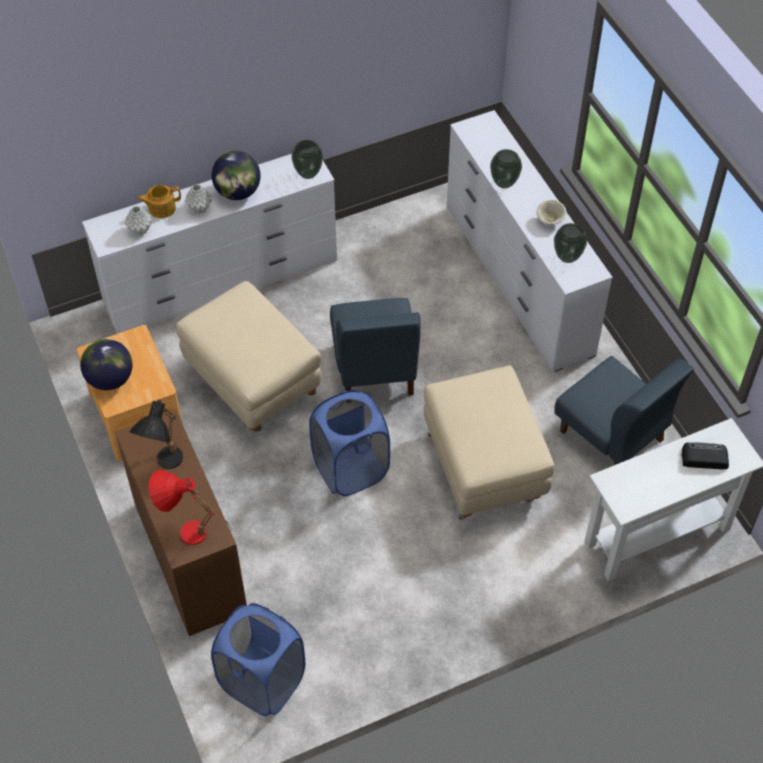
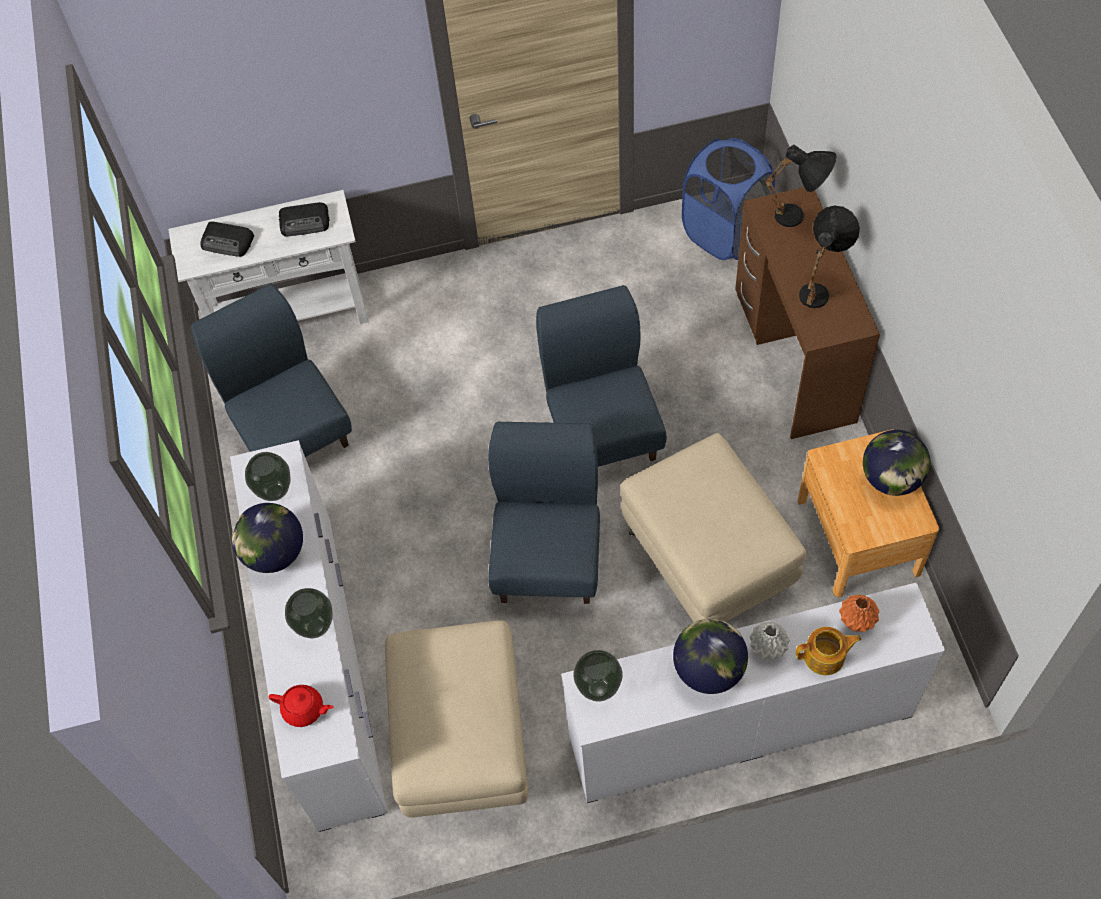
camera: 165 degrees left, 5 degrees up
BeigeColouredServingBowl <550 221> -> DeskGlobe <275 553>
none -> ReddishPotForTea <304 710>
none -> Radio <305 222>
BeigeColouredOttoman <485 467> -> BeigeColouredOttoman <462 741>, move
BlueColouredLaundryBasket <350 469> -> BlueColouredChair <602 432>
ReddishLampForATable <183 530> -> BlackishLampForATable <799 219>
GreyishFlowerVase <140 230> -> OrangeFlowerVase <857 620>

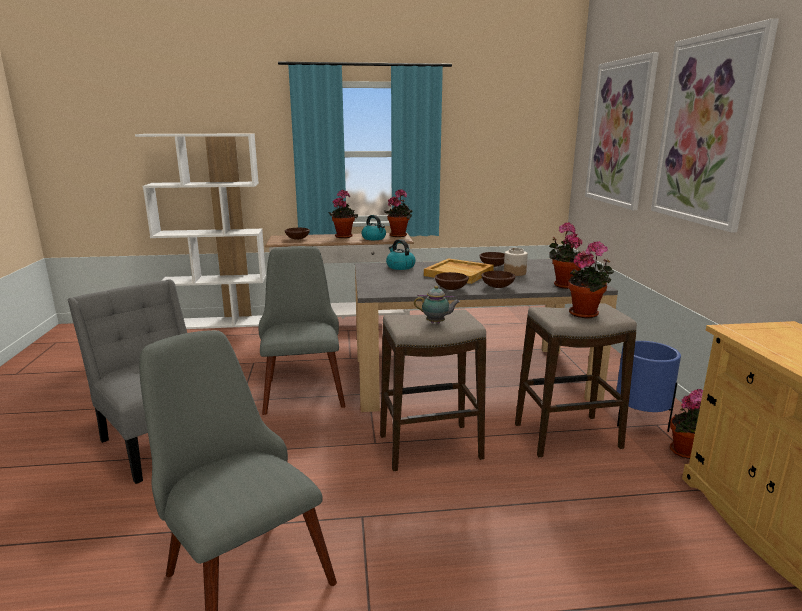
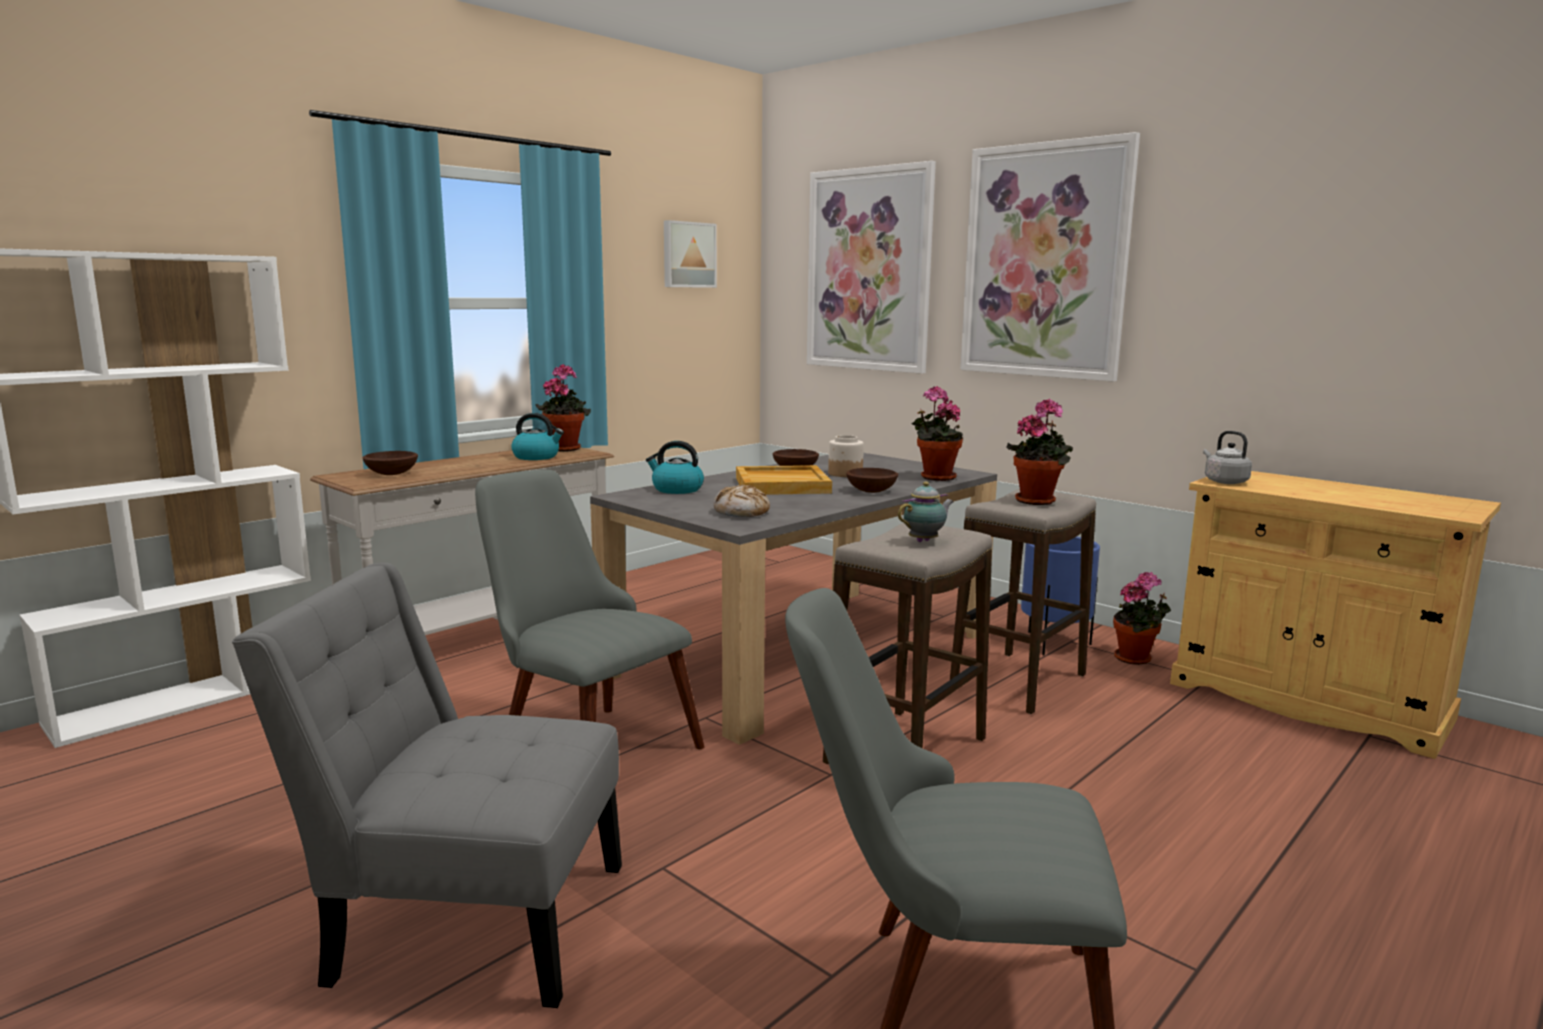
camera: 40 degrees left, 5 degrees down
none -> Picture <688 255>
none -> BakedBread <741 512>
none -> GreyishWaterKettle <1224 481>
Houseplant <344 236> -> none
BrownishServingBowl <450 288> -> none

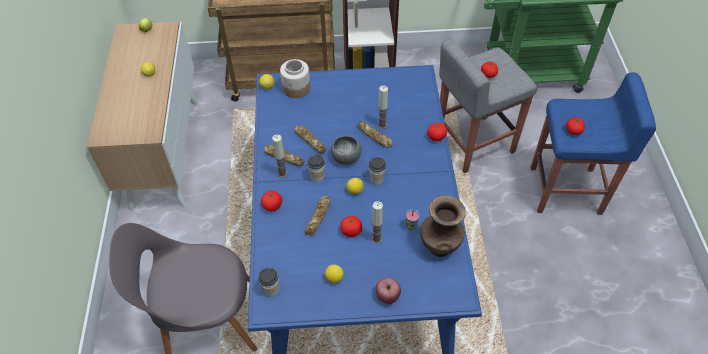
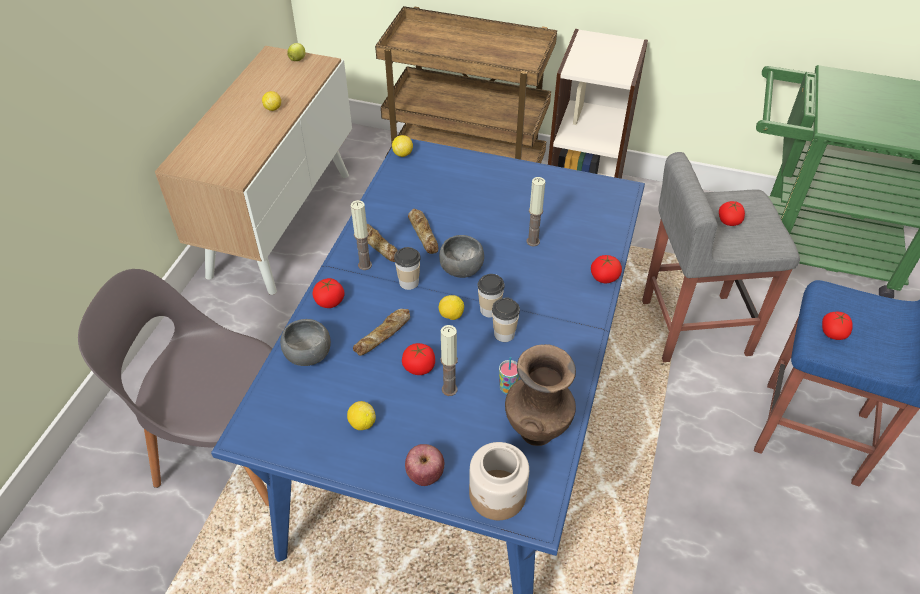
camera: 20 degrees right, 5 degrees down
none -> GreyishServingBowl <307 355>
StorageJar <296 88> -> StorageJar <497 495>, move
SmallCup <271 290> -> SmallCup <504 334>, move
BakedBread <374 136> -> none

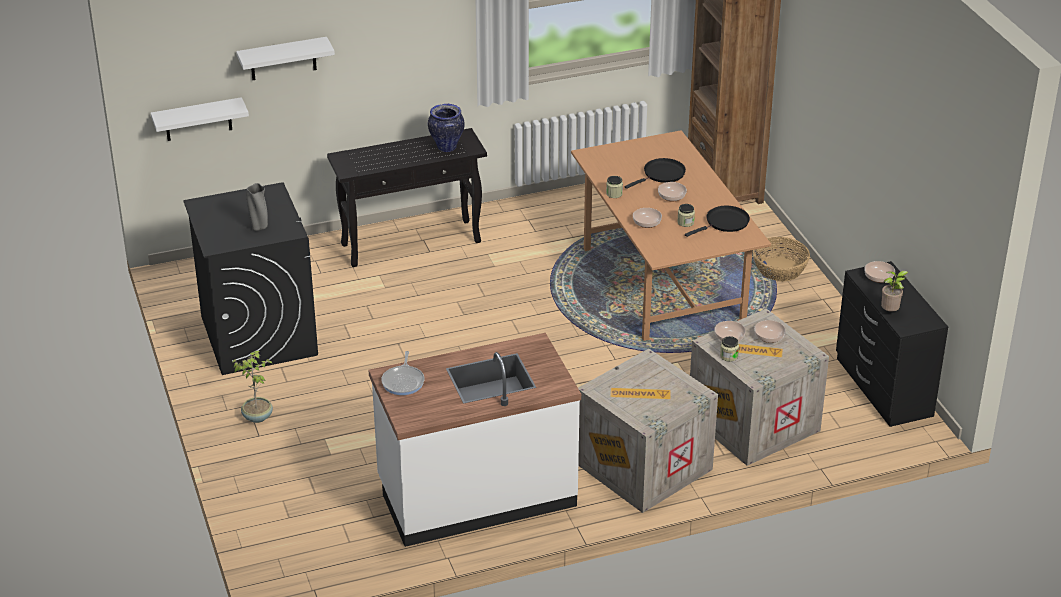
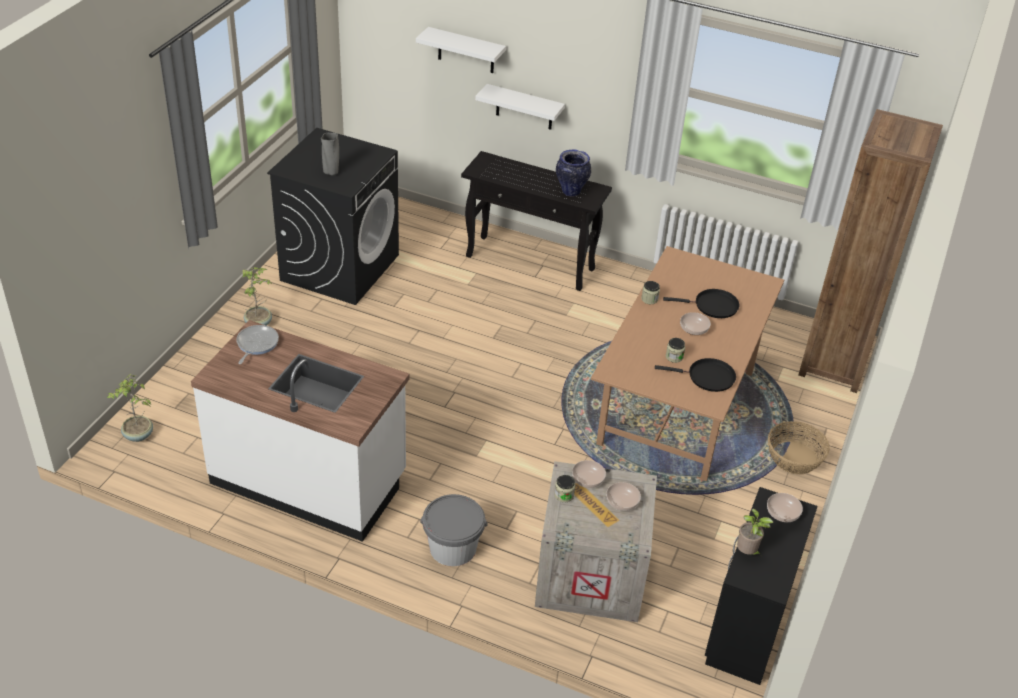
camera: 40 degrees right, 5 degrees up
none -> Houseplant <138 436>
Pan <403 381> -> Pan <256 344>, 150 degrees clockwise
ShippingCrate <643 468> -> GreyishBucket <453 548>
WhiteColouredWallShelf <198 119> -> WhiteColouredWallShelf <524 107>, move
ServingBowl <647 223> -> none

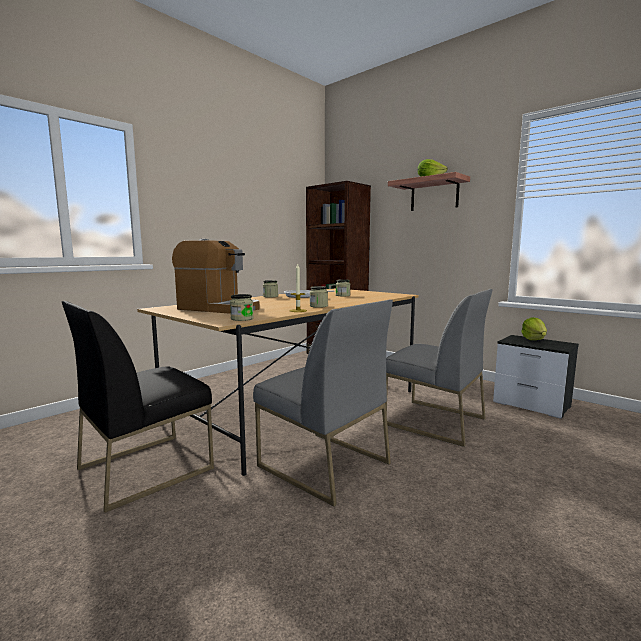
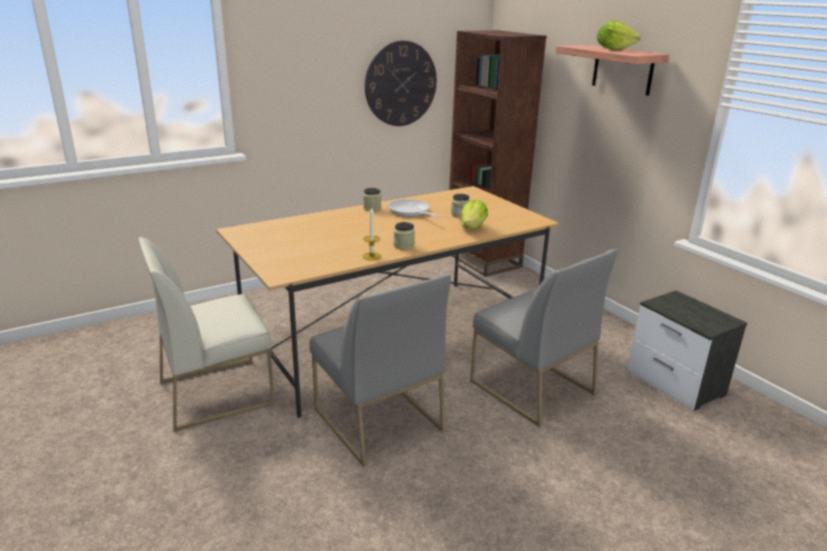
camera: 15 degrees right, 15 degrees up
BlackishChair <146 468> -> WhiteColouredChair <217 392>
none -> ClockOnTheWall <401 84>
Lettuce <534 339> -> Lettuce <472 228>, move
CoffeeMachine <219 308> -> none
StorageJar <242 319> -> none

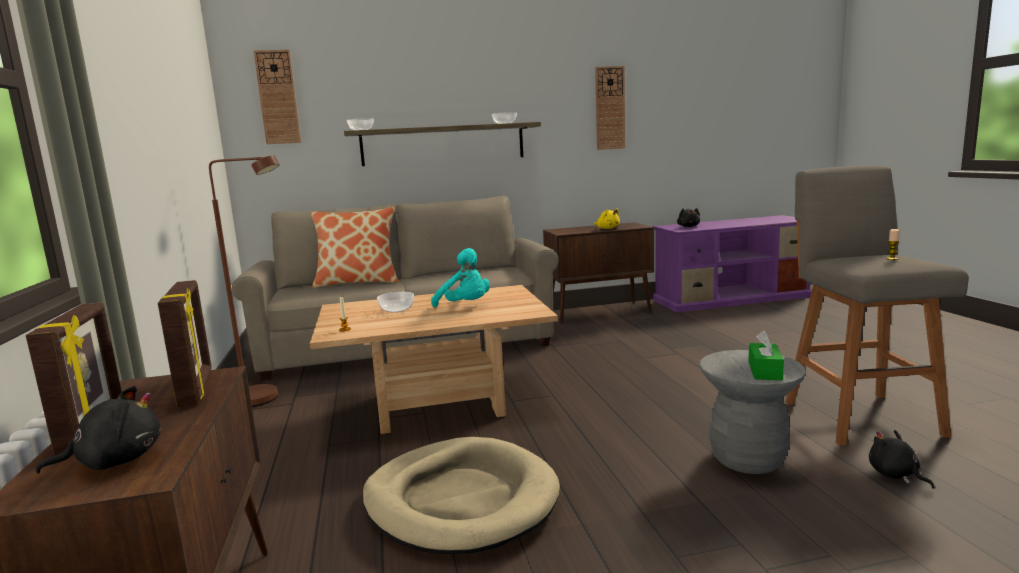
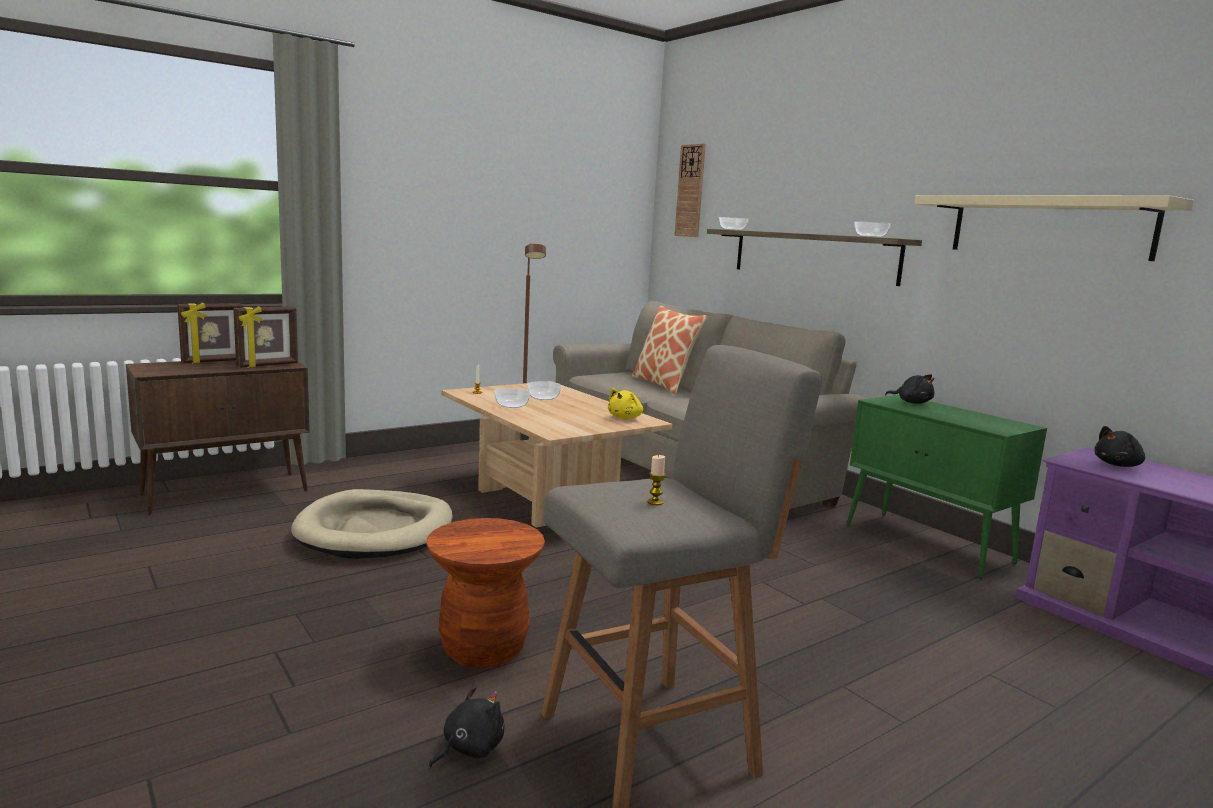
camera: 65 degrees right, 0 degrees up
GreyishStoolSeat <747 459> -> BrownishStoolSeat <483 649>
none -> ServingBowl <512 405>
YellowishCuddlyToy <607 228> -> YellowishCuddlyToy <625 418>, move
BrownishStorageCabinet <600 313> -> GreenishStorageCabinet <929 544>
BlackishCuddlyToy <114 461> -> BlackishCuddlyToy <912 402>, move
ClockOnTheWall <610 108> -> BeigeColouredWallShelf <1049 227>
BlueGreenCuddlyToy <465 306> -> none
GreenishTissueHolder <764 371> -> none

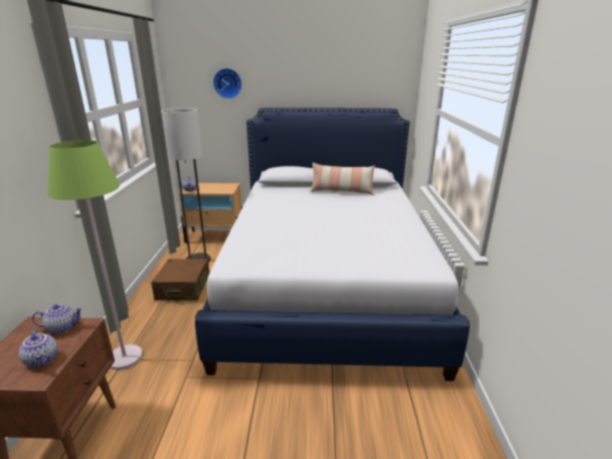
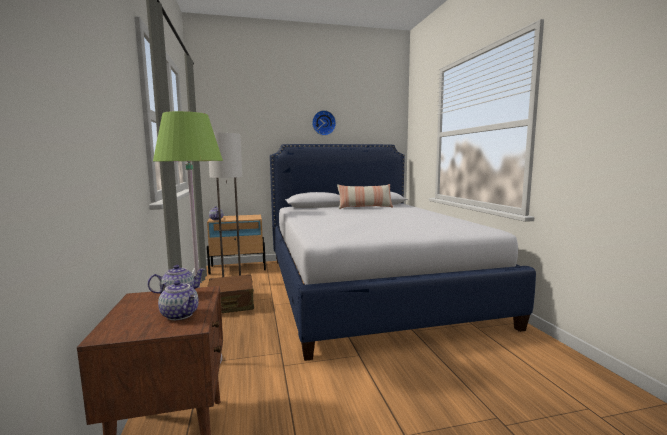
camera: 15 degrees left, 15 degrees down
ClockOnTheWall <228 83> -> ClockOnTheWall <323 123>, move

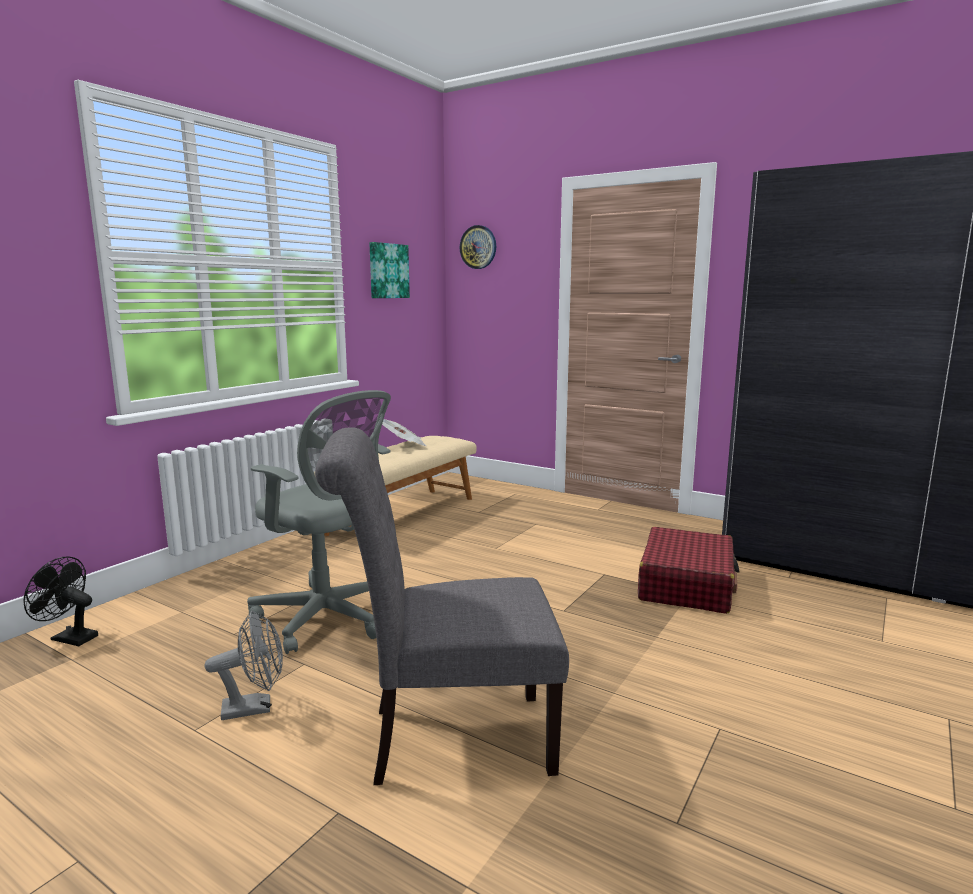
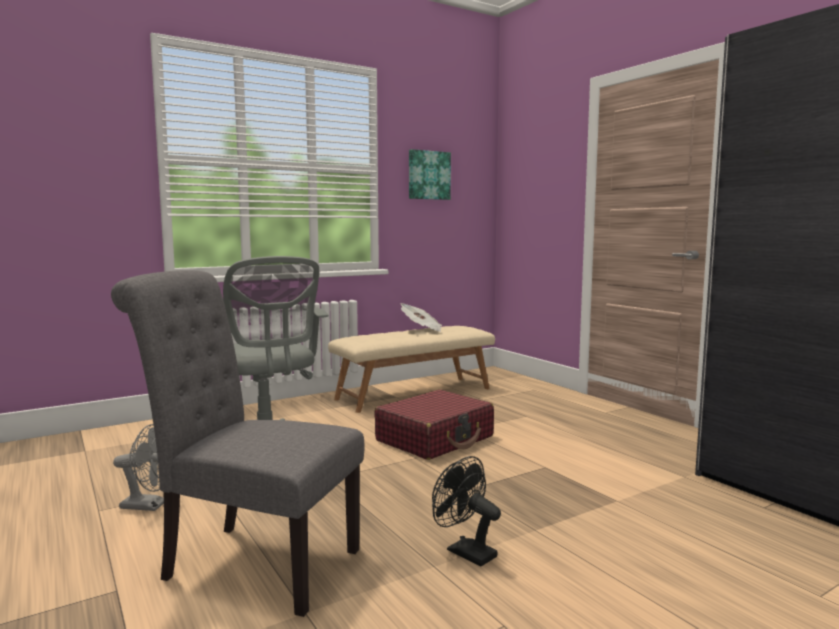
camera: 25 degrees right, 5 degrees down
ReddishSuitcase <686 585> -> ReddishSuitcase <435 439>, move
BlackishFan <69 638> -> BlackishFan <465 551>, move
ClockOnTheWall <478 247> -> none

